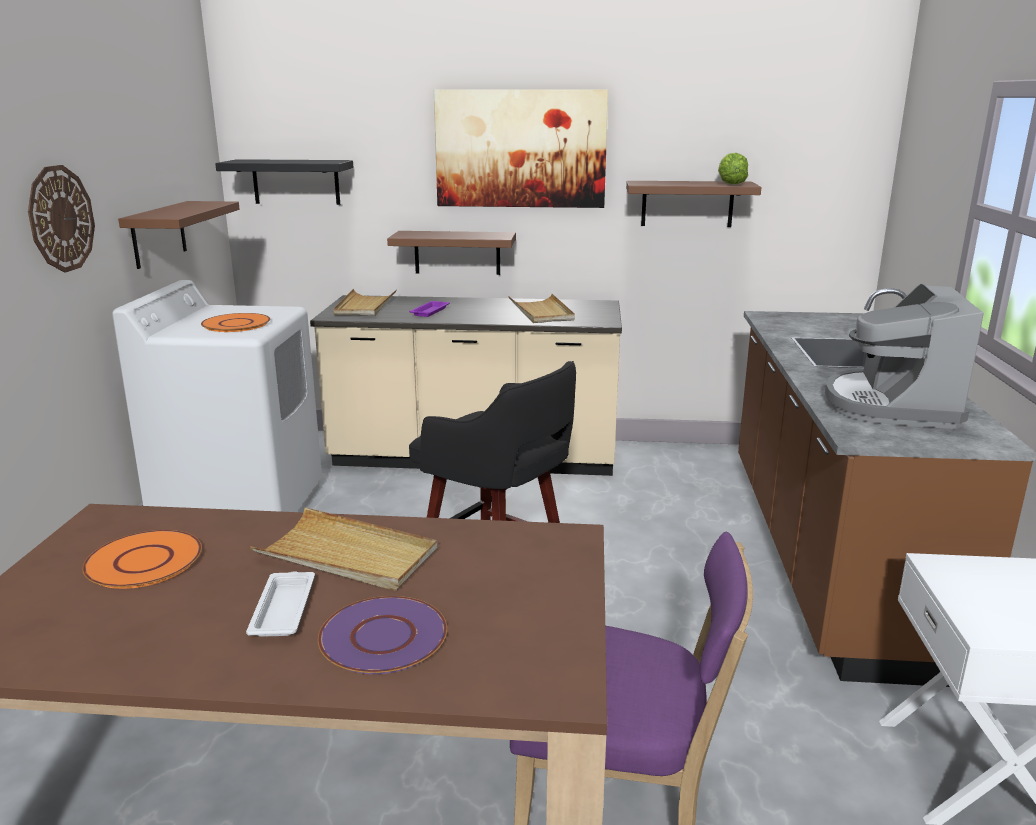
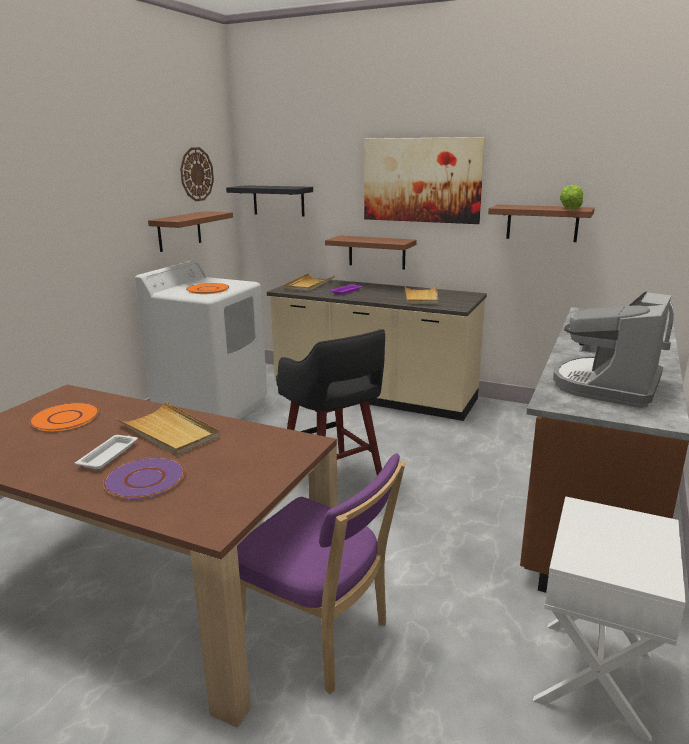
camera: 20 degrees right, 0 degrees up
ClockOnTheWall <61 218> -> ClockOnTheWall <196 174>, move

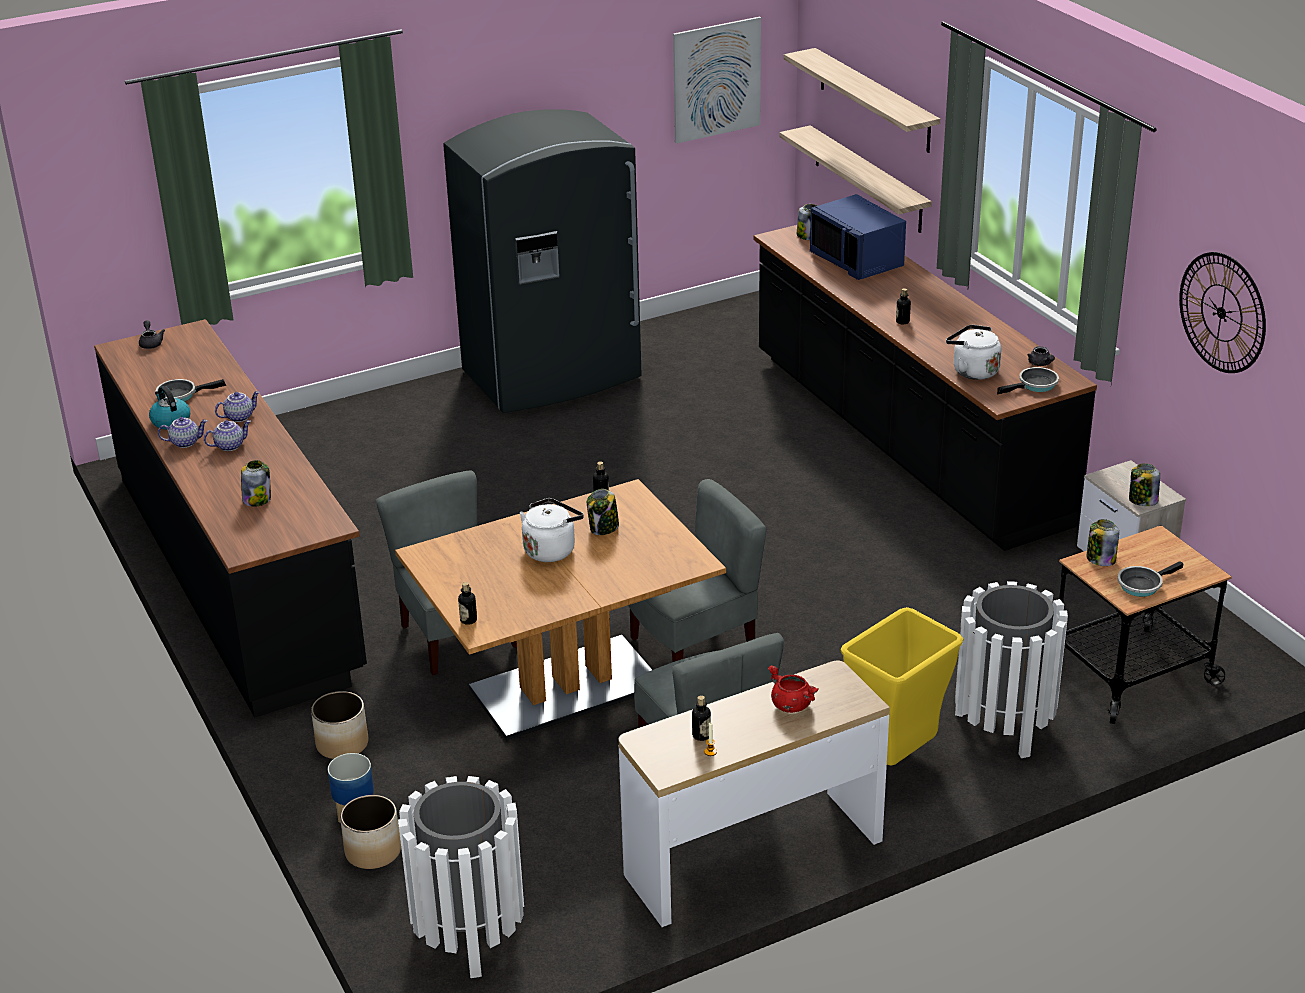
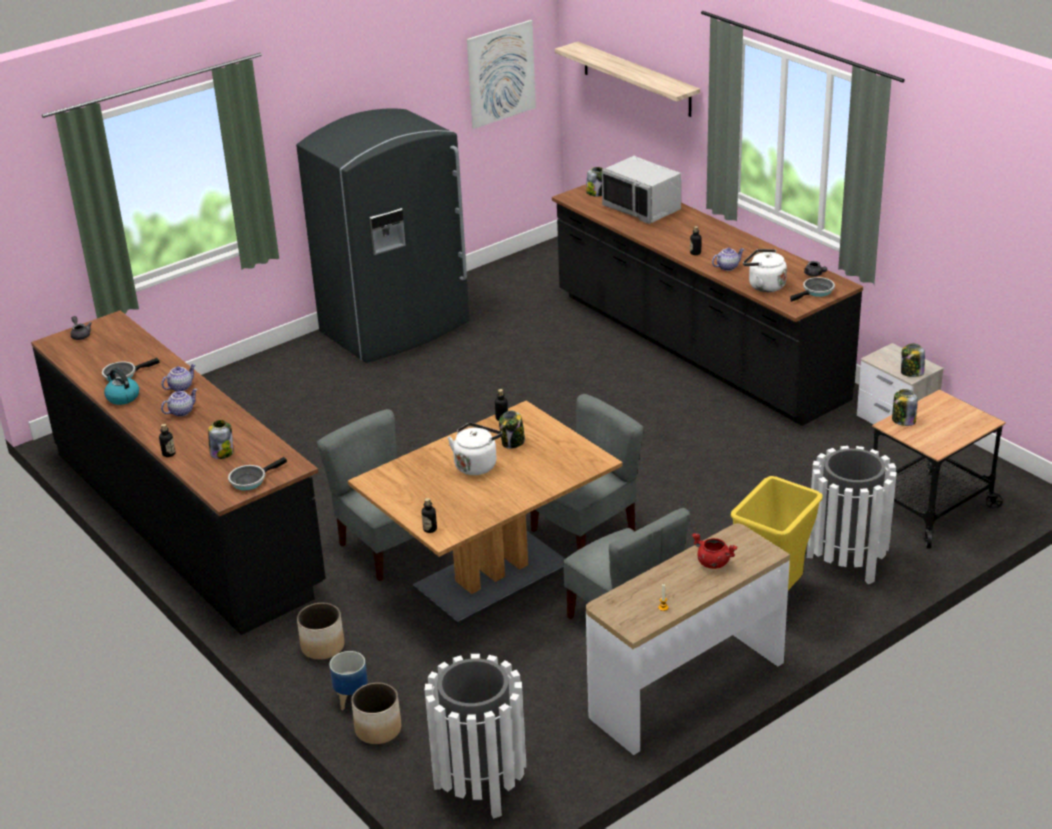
camera: 10 degrees left, 0 degrees up
BeverageBottle <701 735> -> BeverageBottle <169 454>, move
Pan <1142 585> -> Pan <250 480>, move
BlueColouredMicrowaveOven <858 260> -> GreyishMicrowaveOven <642 208>
PotForTea <185 442> -> PotForTea <727 267>, move
WallShelf <867 179> -> none
ClockOnTheWall <1222 312> -> none

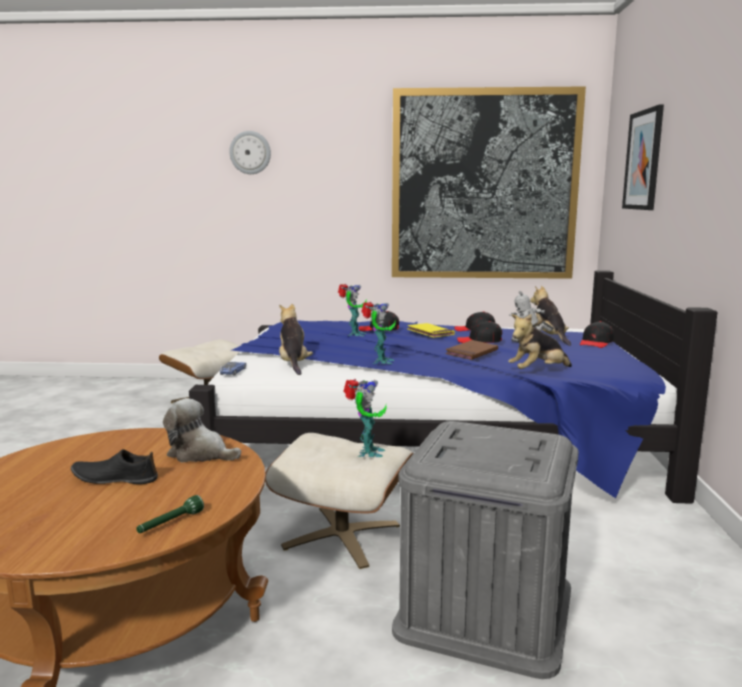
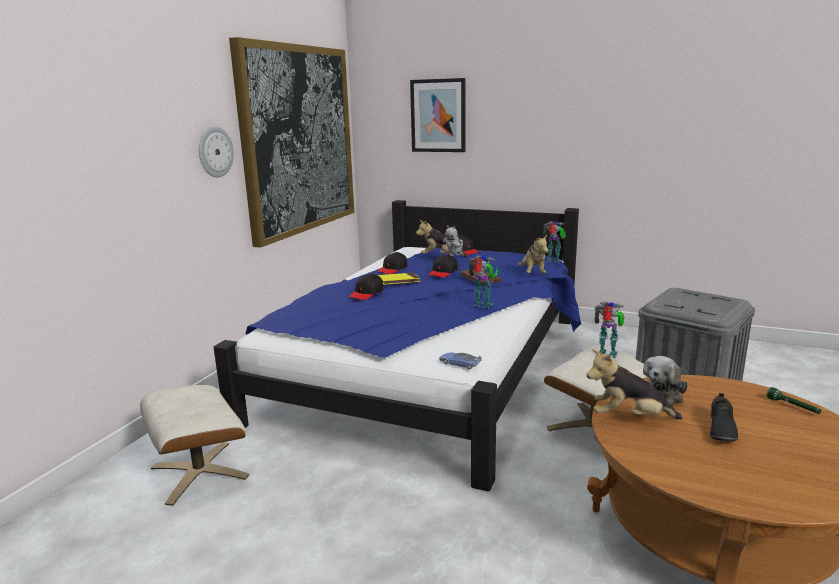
camera: 70 degrees left, 5 degrees up
ClockOnTheWall <250 152> -> ClockOnTheWall <215 152>, move
ToyRobot <354 334> -> ToyRobot <554 261>, move
CuddlyToy <293 364> -> CuddlyToy <628 417>, move

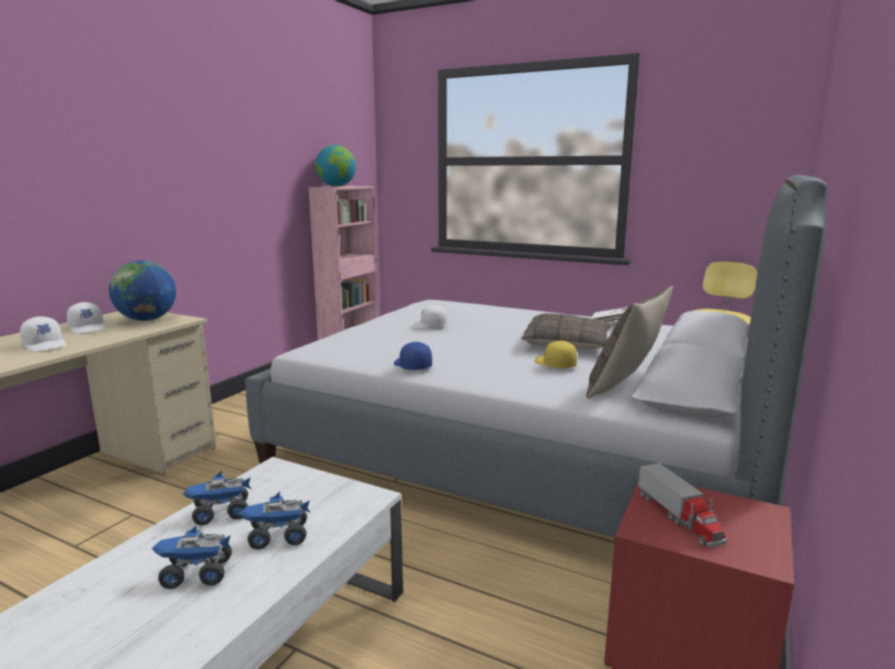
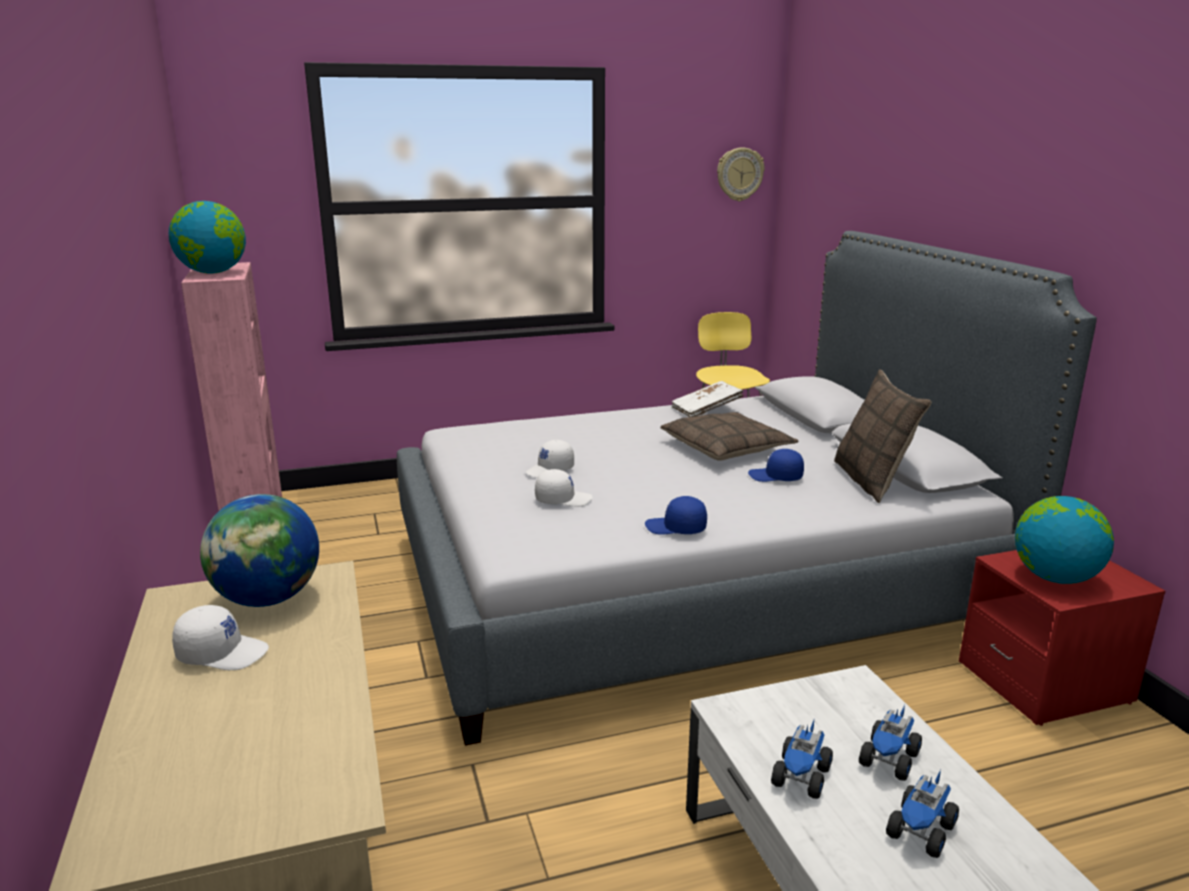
camera: 45 degrees left, 5 degrees up
WhiteColouredBaseballCap <46 345> -> WhiteColouredBaseballCap <563 499>, move
none -> ClockOnTheWall <739 174>
YellowishBaseballCap <554 365> -> BlueColouredBaseballCap <775 477>
ToyLorry <679 517> -> DeskGlobe <1055 578>

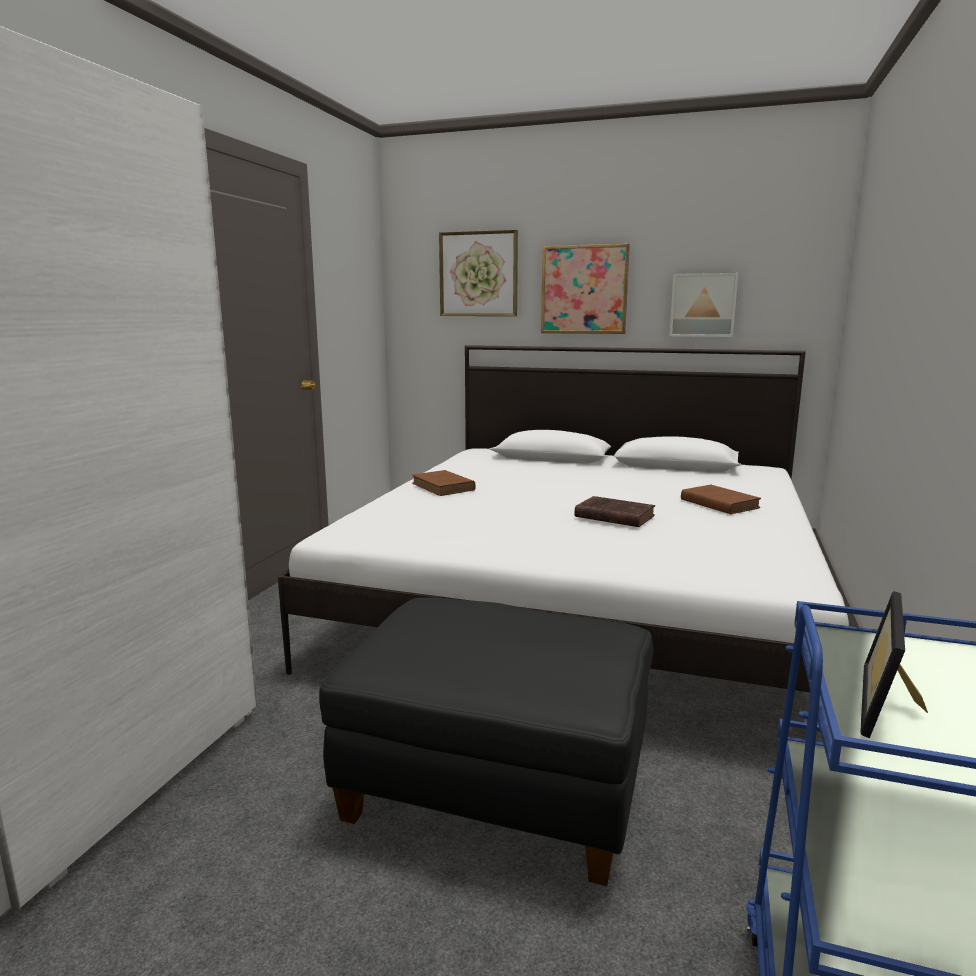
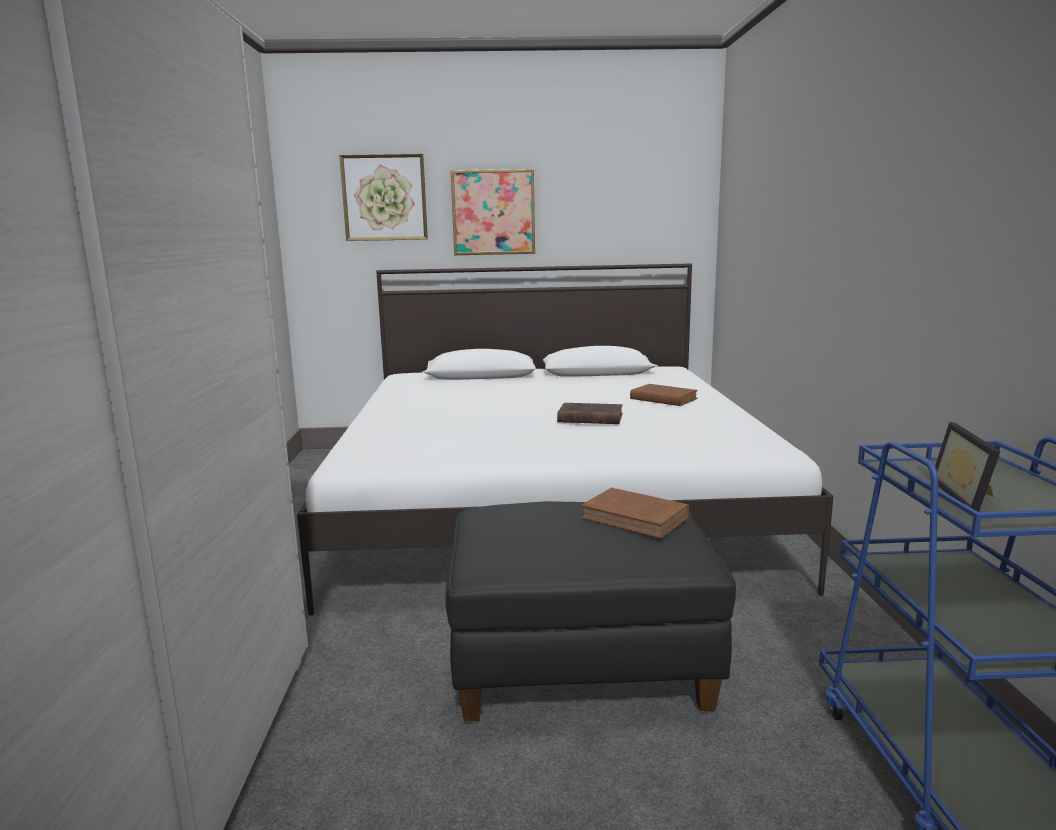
camera: 20 degrees left, 0 degrees up
BrownishVolume <444 487> -> BrownishVolume <637 519>, move
Picture <703 305> -> none

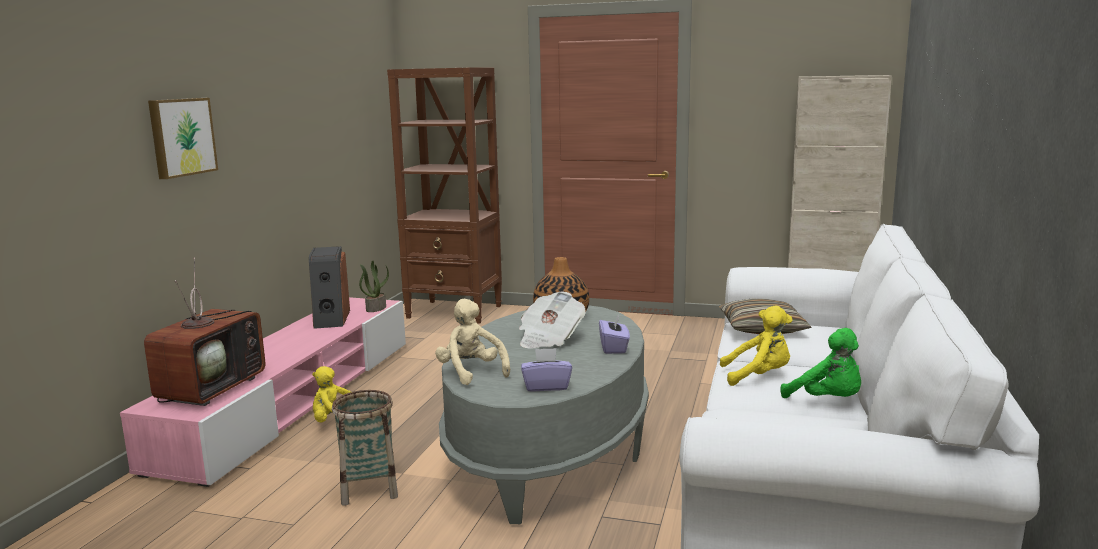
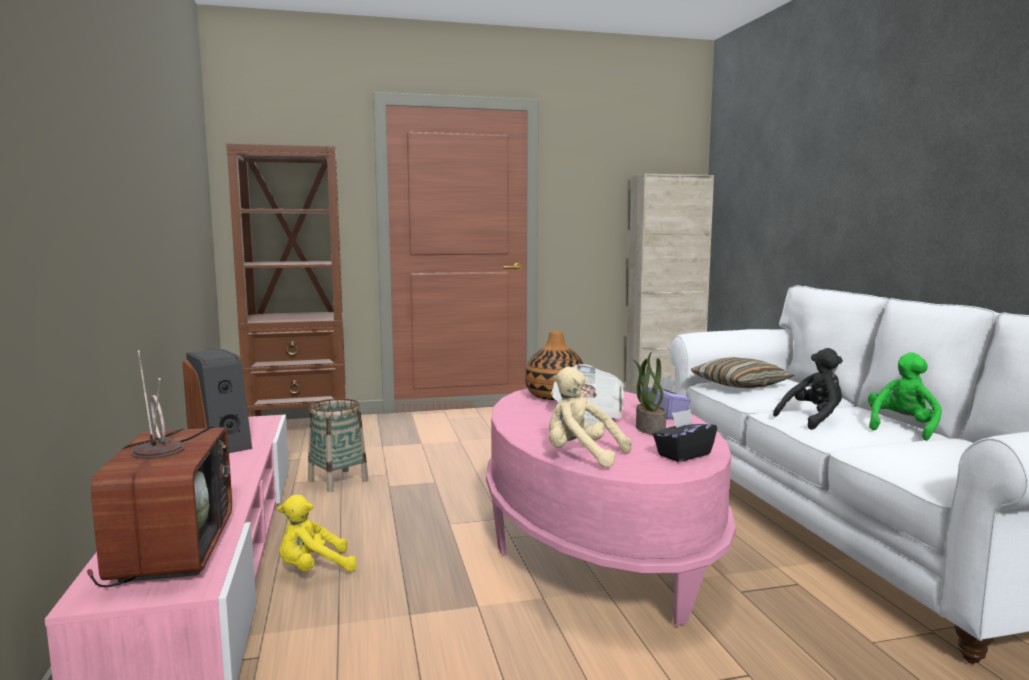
camera: 30 degrees left, 5 degrees down
HouseholdBasket <369 488> -> HouseholdBasket <338 480>, move
GreyishCoffeeTable <549 450> -> PinkishCoffeeTable <597 541>
Houseplant <376 308> -> Houseplant <649 429>, move
PurpleColouredTissueHolder <546 386> -> BlackishTissueHolder <683 455>
YellowishCuddlyToy <758 376> -> BlackishCuddlyToy <813 419>
GreenishCuddlyToy <828 401> -> GreenishCuddlyToy <901 428>, 75 degrees counterclockwise
Picture <181 137> -> none

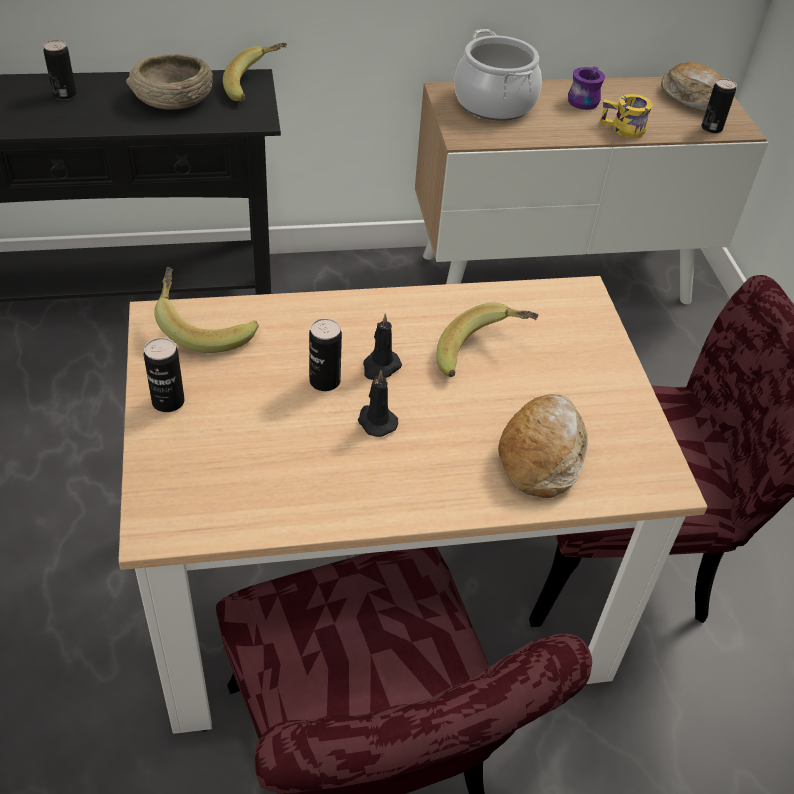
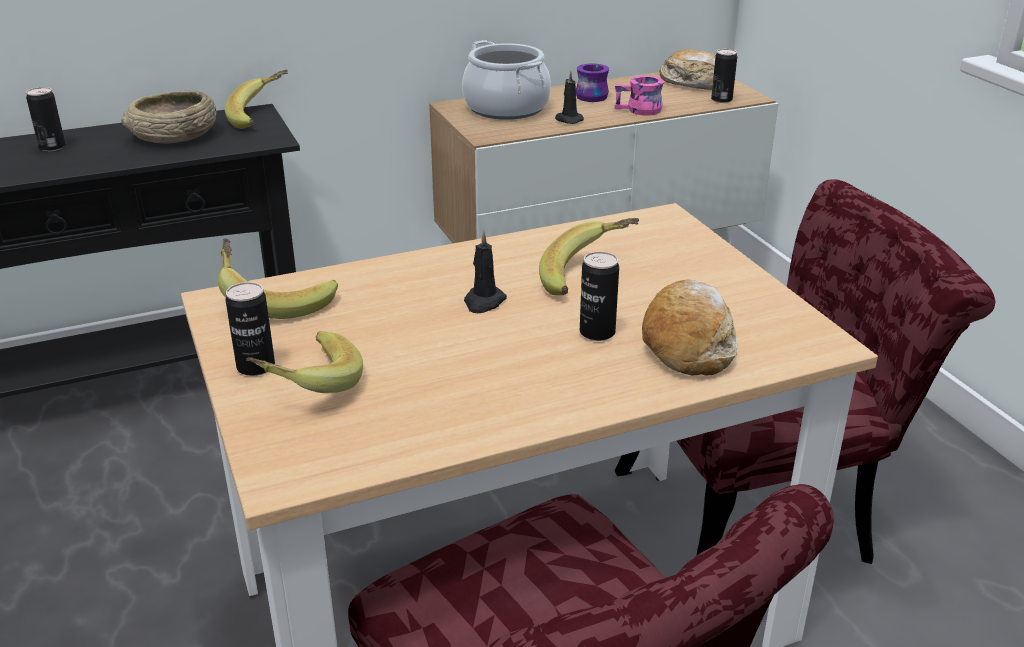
camera: 10 degrees left, 15 degrees down
none -> BananaFruit <306 385>
BlackishWaxCandle <376 421> -> BlackishWaxCandle <568 120>, move
SealedCan <324 381> -> SealedCan <597 332>, move
YellowishCoffeeMug <622 129> -> PinkishCoffeeMug <639 111>

